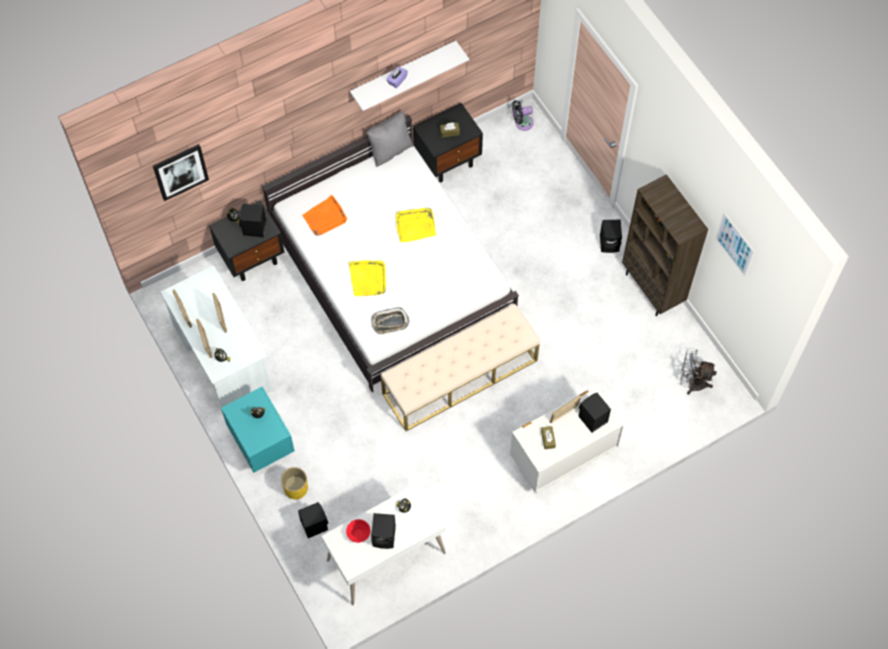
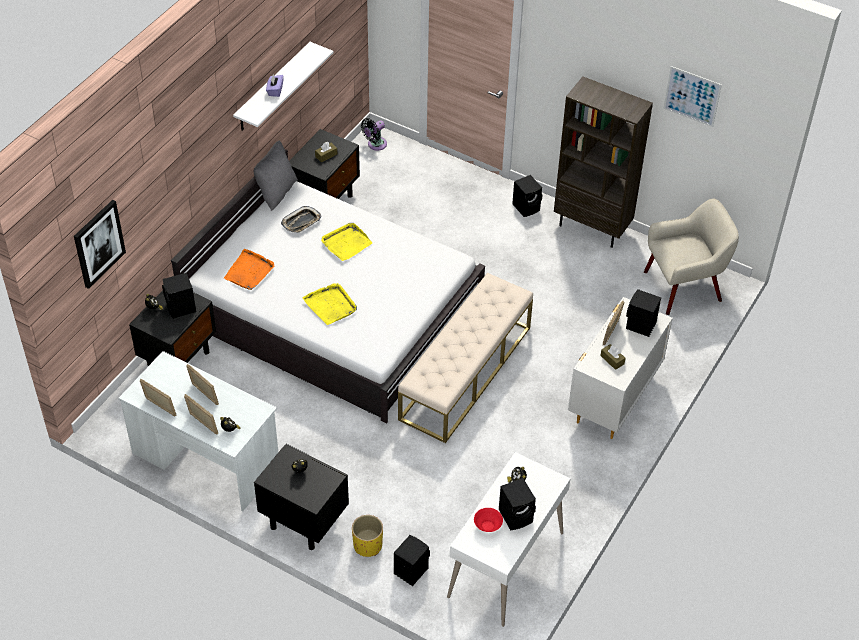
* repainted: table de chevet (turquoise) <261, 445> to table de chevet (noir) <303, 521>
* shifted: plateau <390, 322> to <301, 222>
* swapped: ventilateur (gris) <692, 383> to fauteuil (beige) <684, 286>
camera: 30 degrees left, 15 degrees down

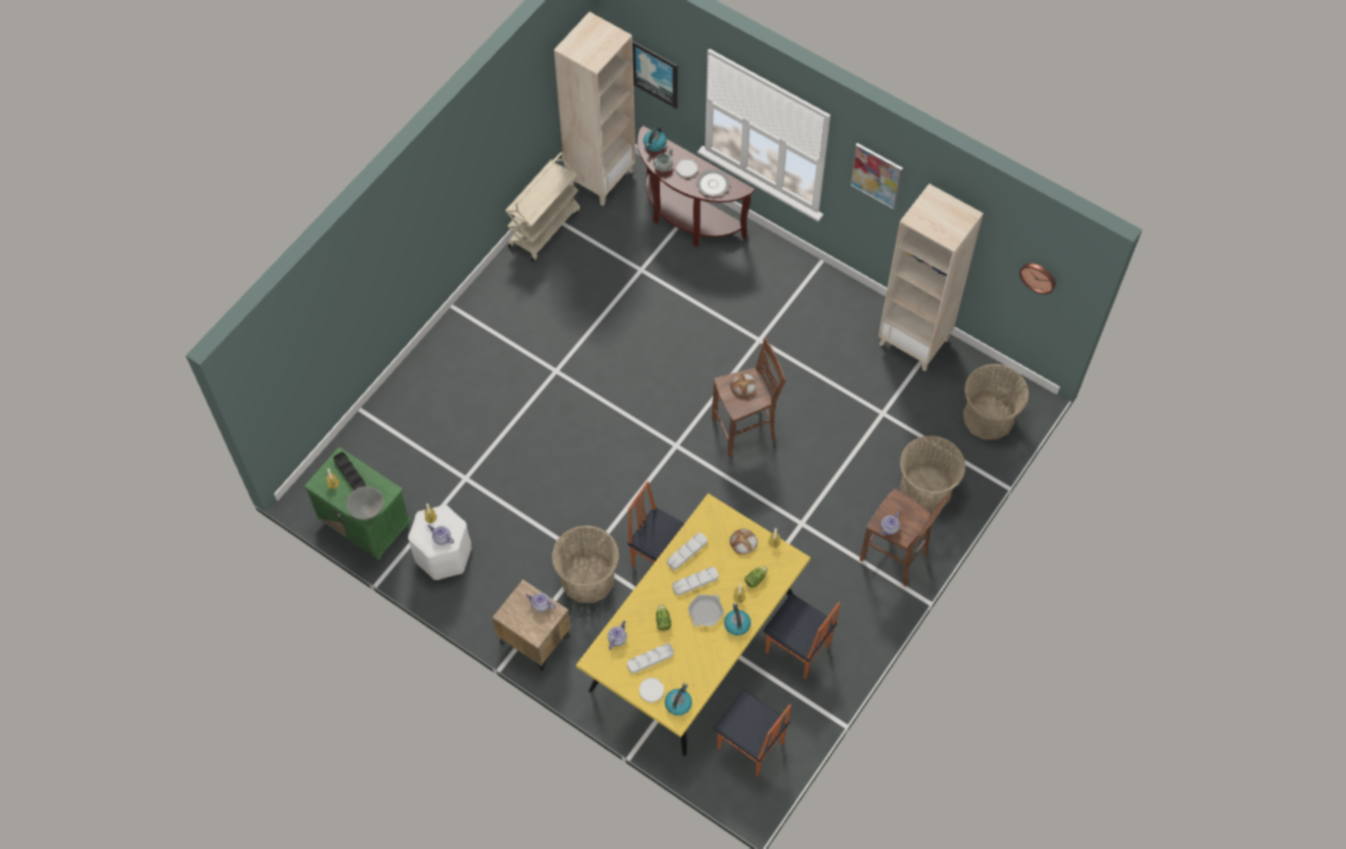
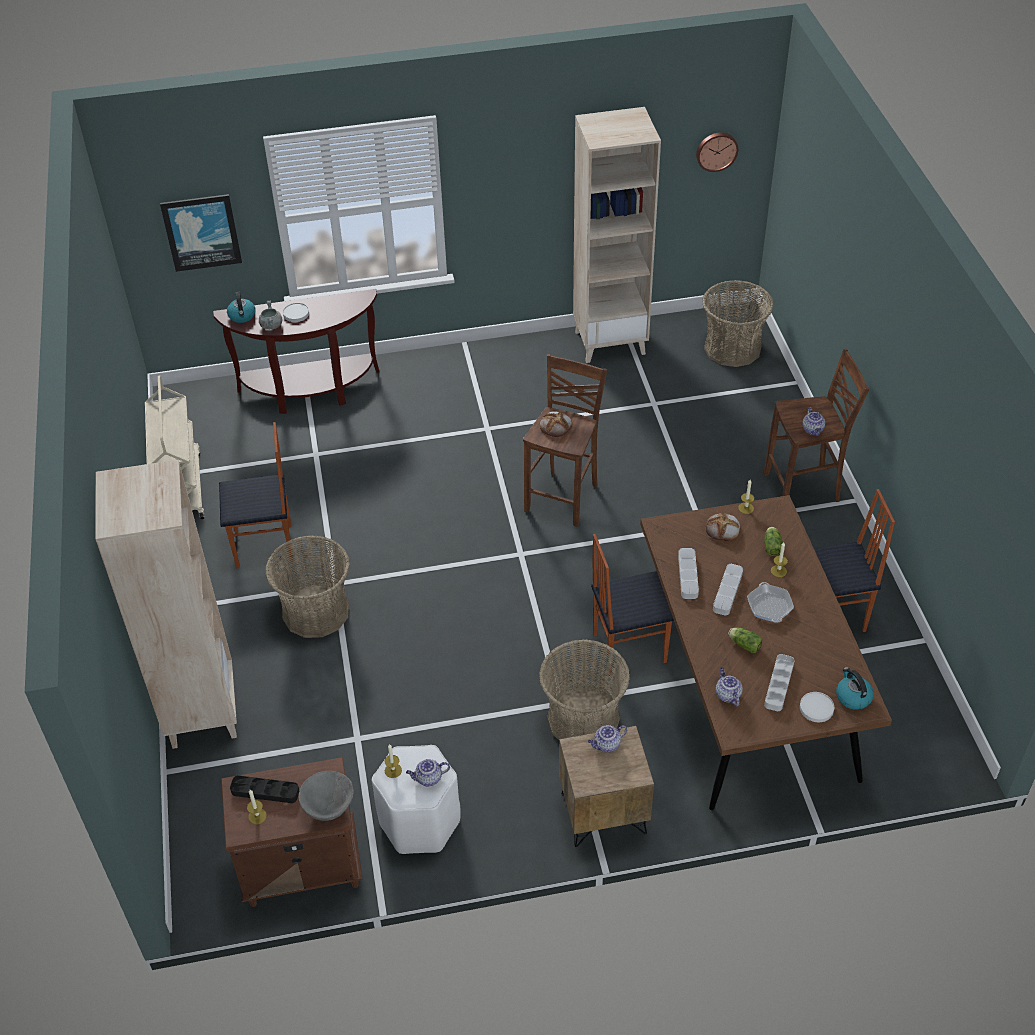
* shifted: bibliothèque (beige) <600, 178> to <202, 711>
* shifted: chaise <750, 747> to <265, 547>
* repainted: table de chevet (vert) <364, 523> to table de chevet (marron) <300, 867>
* shifted: panier <926, 488> to <315, 611>
* repainted: table à manger (jaune) <694, 644> to table à manger (marron) <745, 688>
* gone: assiette <713, 184>
* gone: bouilloire <737, 624>
* gone: tableau <876, 175>
camera: 45 degrees left, 15 degrees down

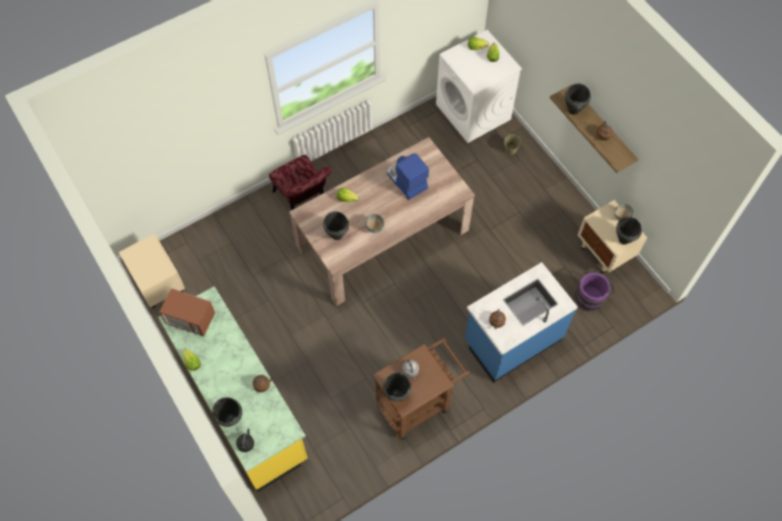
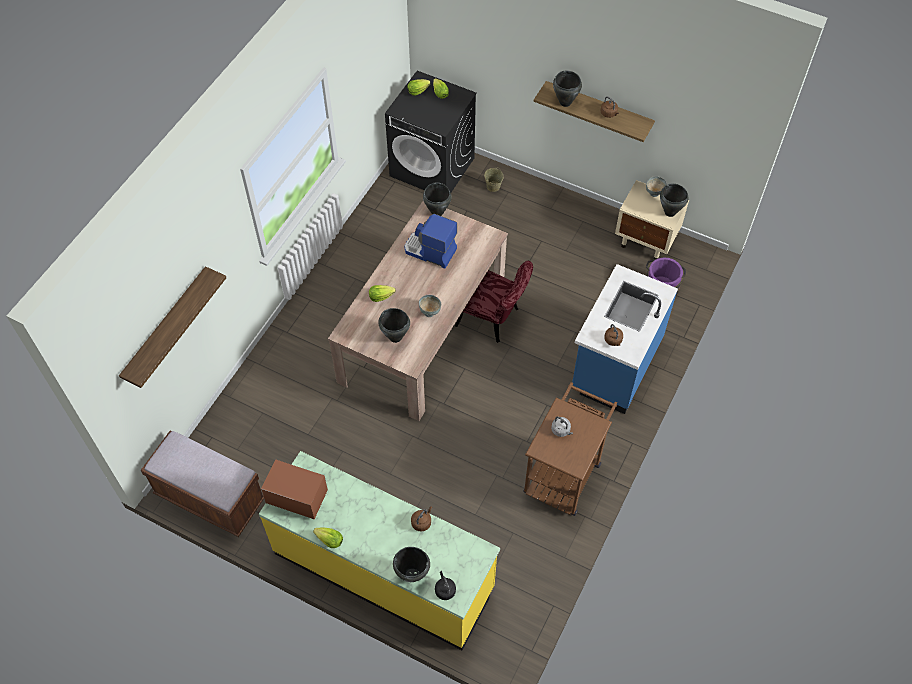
* new: étagère <166, 327>
* swapped: table de chevet (beige) <159, 285> to banc (marron) <210, 498>
* rotated: micro-ondes <190, 319> = <297, 497> 150 degrees counterclockwise
* repainted: lave-linge (blanc) <473, 112> to lave-linge (noir) <433, 167>
* shifted: marmite (noir) <396, 395> to <437, 212>
* shifted: chaise (rouge) <303, 200> to <493, 319>
camera: 30 degrees left, 5 degrees down

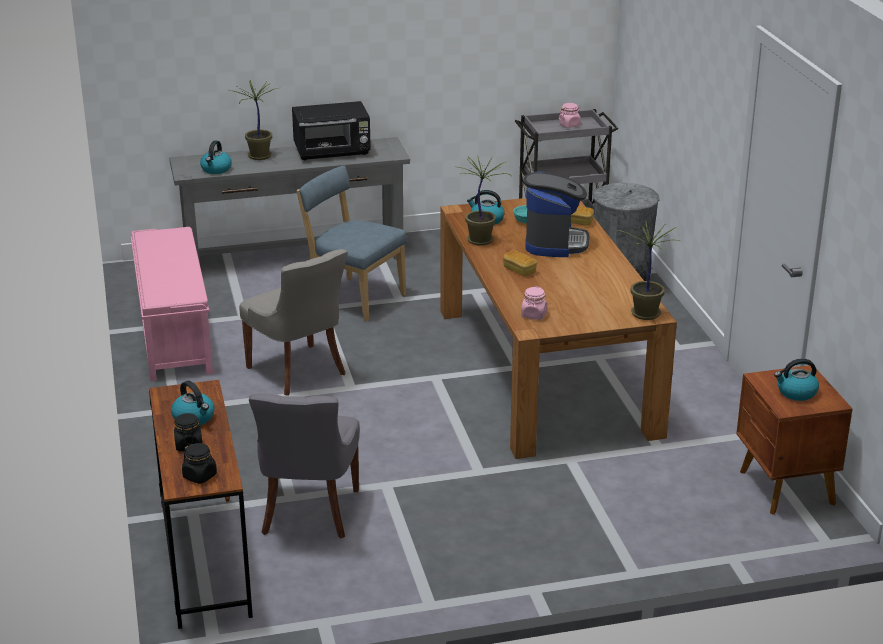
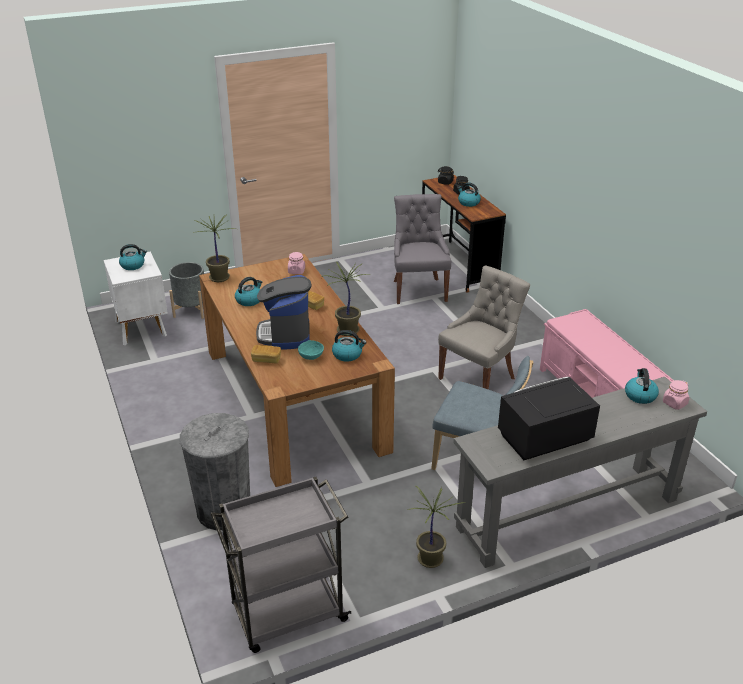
* repainted: table de chevet (marron) <785, 488> to table de chevet (blanc) <141, 328>
* new: cache-pot (gris) <191, 310>
* new: bouilloire <249, 300>
* shifted: plante en pot <259, 156> to <430, 558>
* rotated: chaise (gris) <298, 371> = <479, 378> 90 degrees clockwise
* shifted: bocal (rose) <569, 125> to <674, 403>
camera: 170 degrees right, 5 degrees up

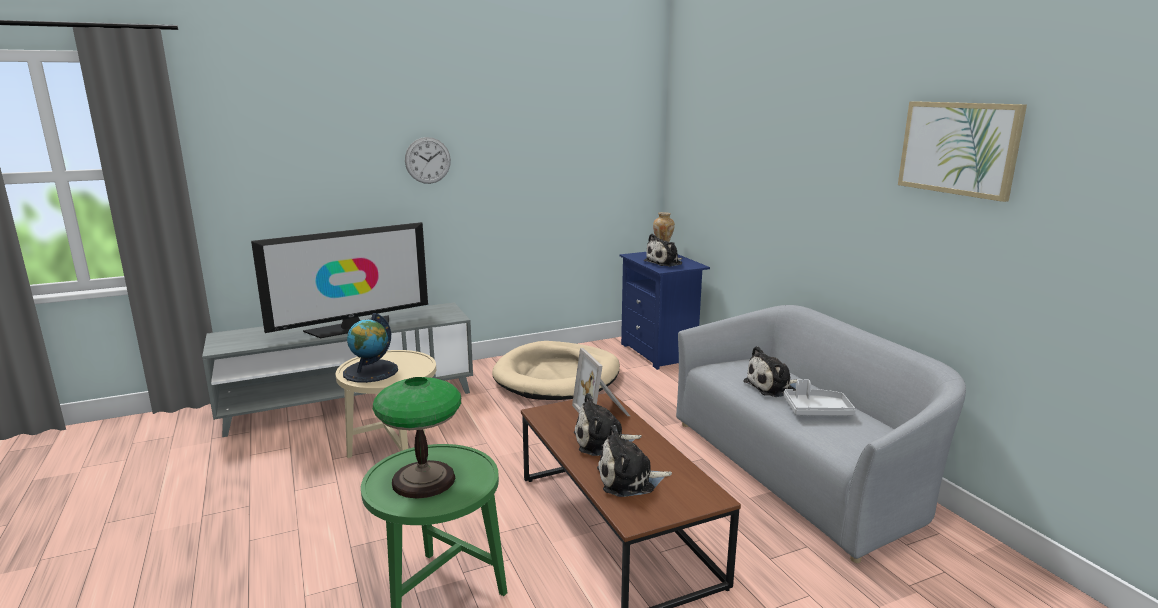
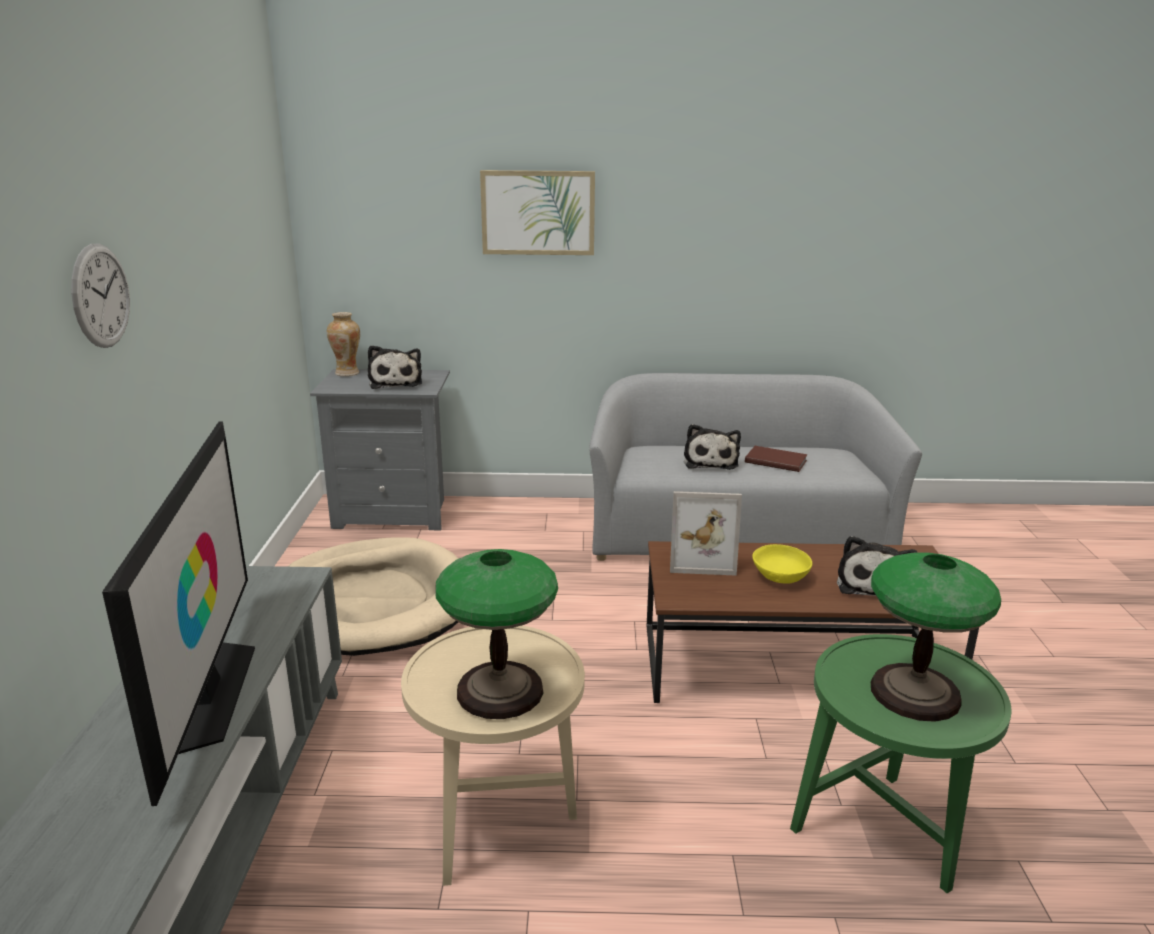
* repainted: table de chevet (bleu) <660, 352> to table de chevet (gris) <394, 513>
* swapped: globe <370, 371> to lampe de table <501, 691>
* shifted: tableau <958, 148> to <538, 212>
* swapped: plateau (gris) <816, 410> to livre (marron) <775, 461>
* swapped: peluche <603, 442> to bol (jaune) <781, 577>
camera: 65 degrees left, 5 degrees up

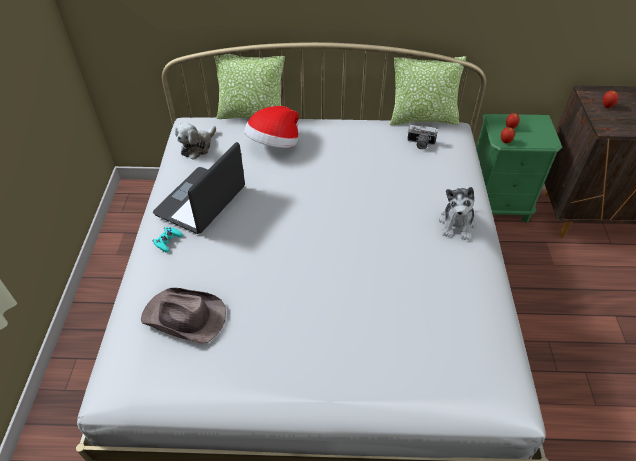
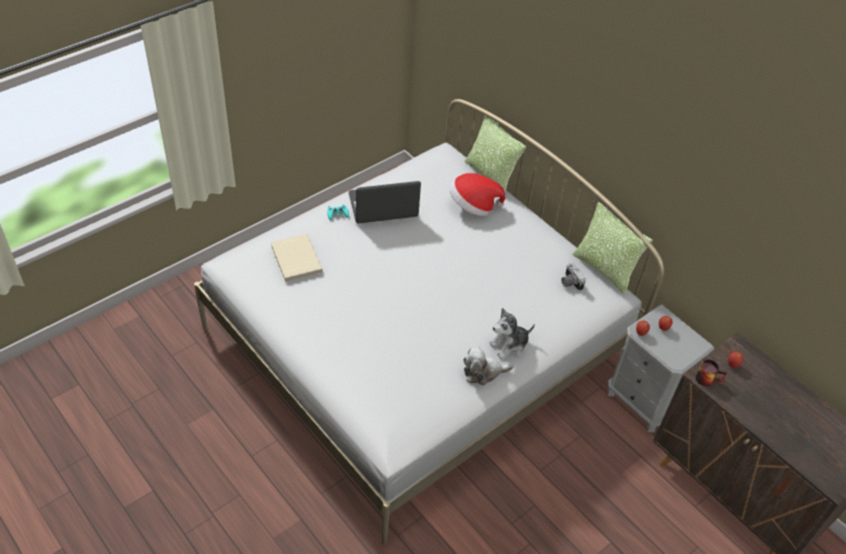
* swapped: chapeau (marron) <185, 318> to livre (beige) <295, 259>
* shifted: peluche <197, 146> to <483, 372>
* repainted: table de chevet (vert) <496, 206> to table de chevet (gris) <644, 401>
* new: mug <707, 378>
camera: 45 degrees right, 0 degrees up

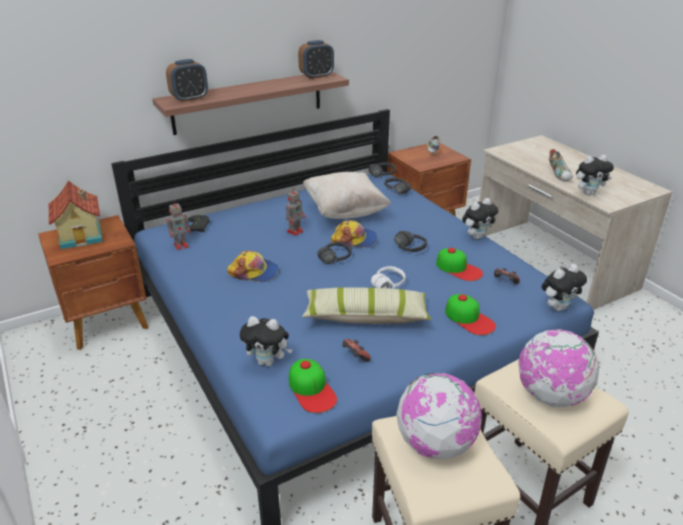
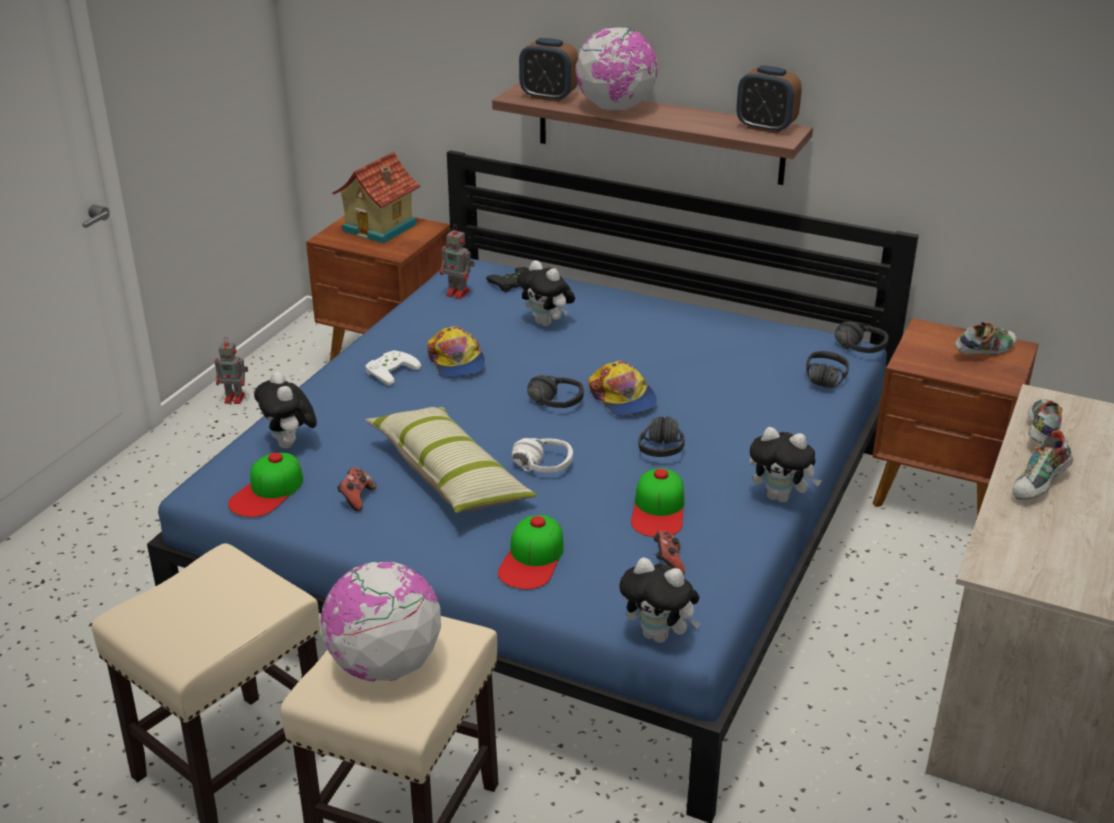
* shifted: robot jouet <295, 231> to <236, 398>
* new: manette (blanc) <390, 370>
* shifted: peluche <589, 193> to <547, 323>
* shifted: globe <436, 444> to <615, 108>
* new: chaussure <1039, 433>
* gone: coussin (beige) <345, 211>
camera: 55 degrees right, 0 degrees up

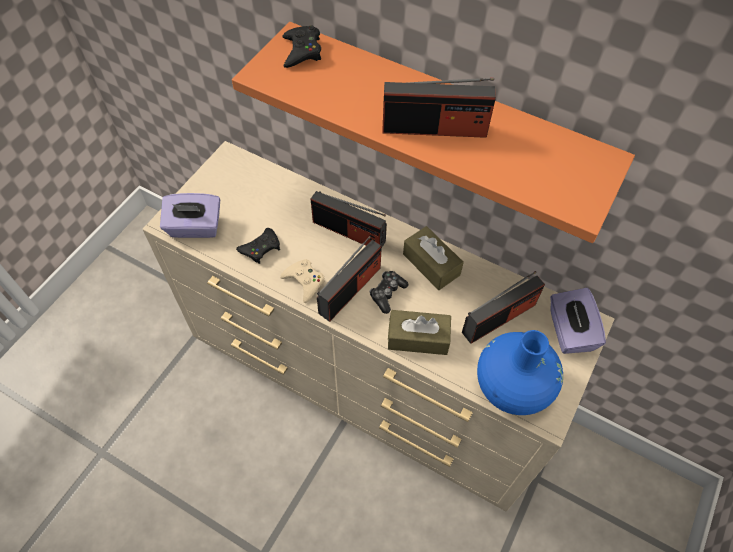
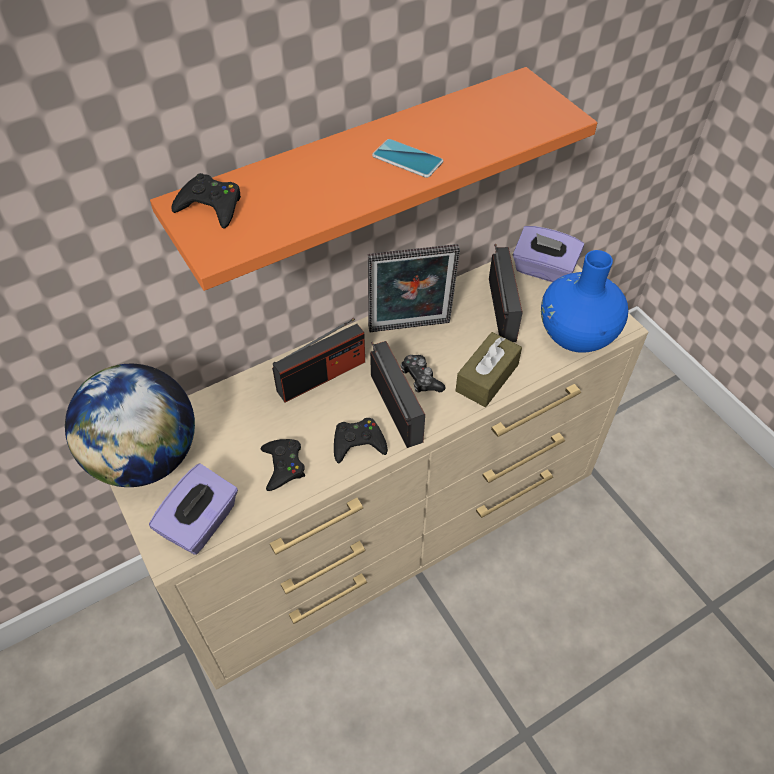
* new: globe <146, 457>
* repainted: manette (beige) <304, 282> to manette (noir) <358, 443>
* swapped: boîte à mouchoirs (marron) <431, 264> to cadre photo <410, 329>
* swapped: radio <434, 128> to téléphone <407, 159>
camera: 60 degrees left, 5 degrees down

